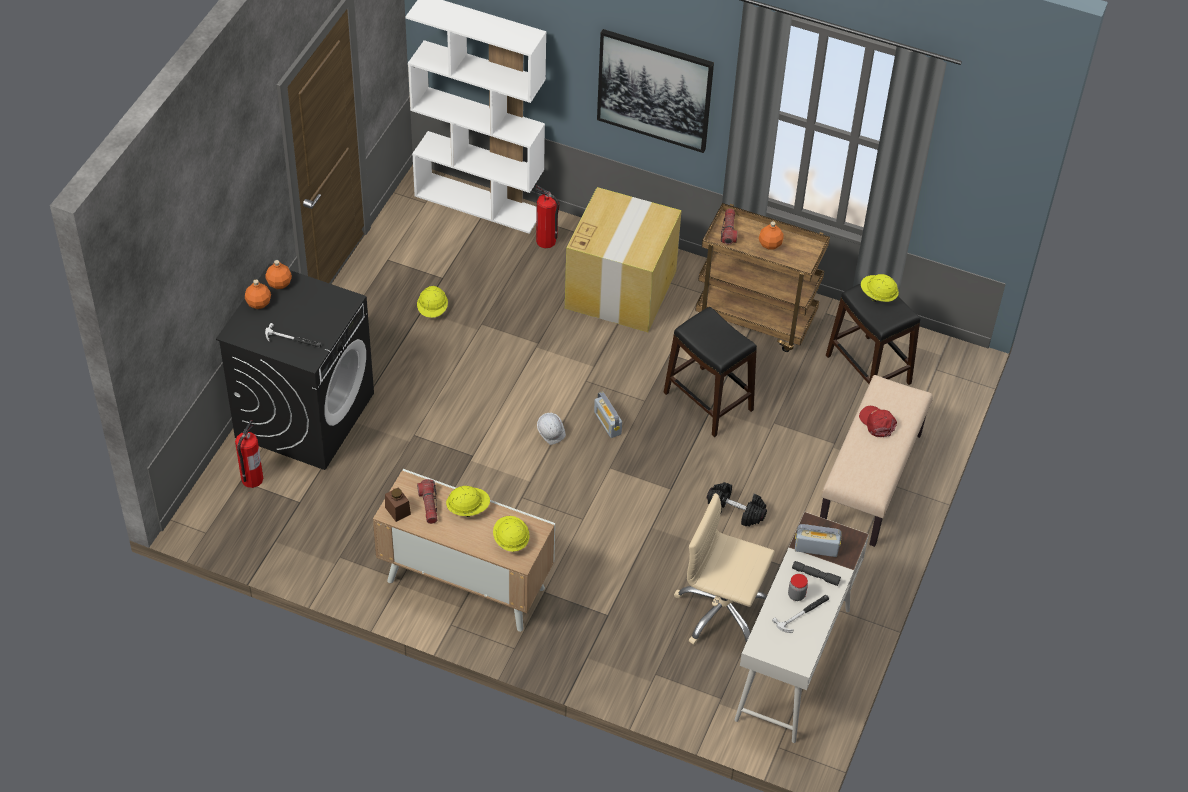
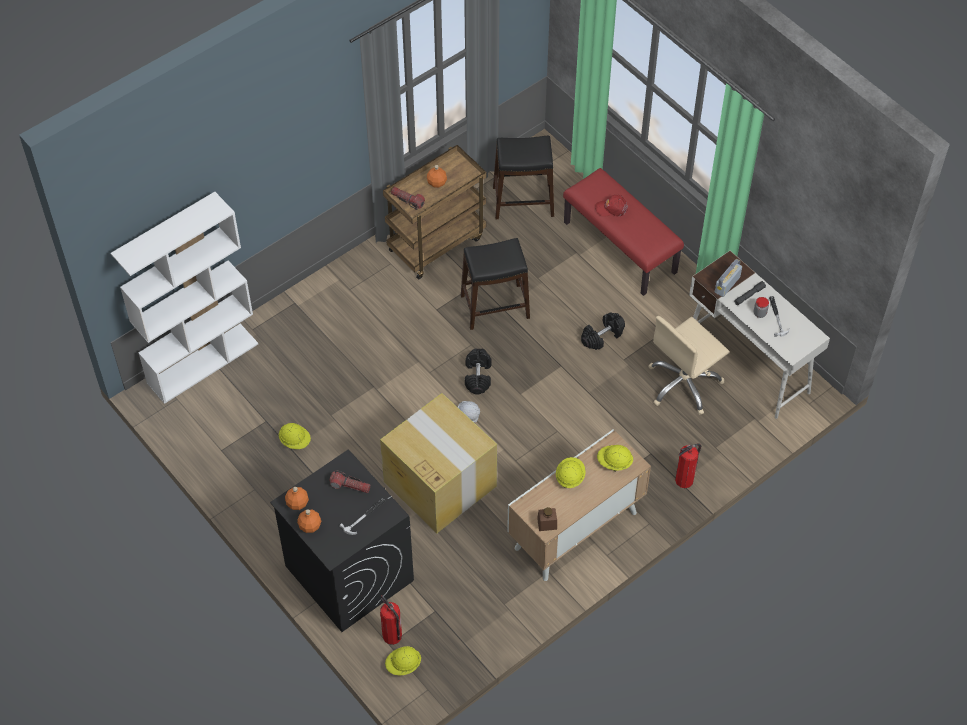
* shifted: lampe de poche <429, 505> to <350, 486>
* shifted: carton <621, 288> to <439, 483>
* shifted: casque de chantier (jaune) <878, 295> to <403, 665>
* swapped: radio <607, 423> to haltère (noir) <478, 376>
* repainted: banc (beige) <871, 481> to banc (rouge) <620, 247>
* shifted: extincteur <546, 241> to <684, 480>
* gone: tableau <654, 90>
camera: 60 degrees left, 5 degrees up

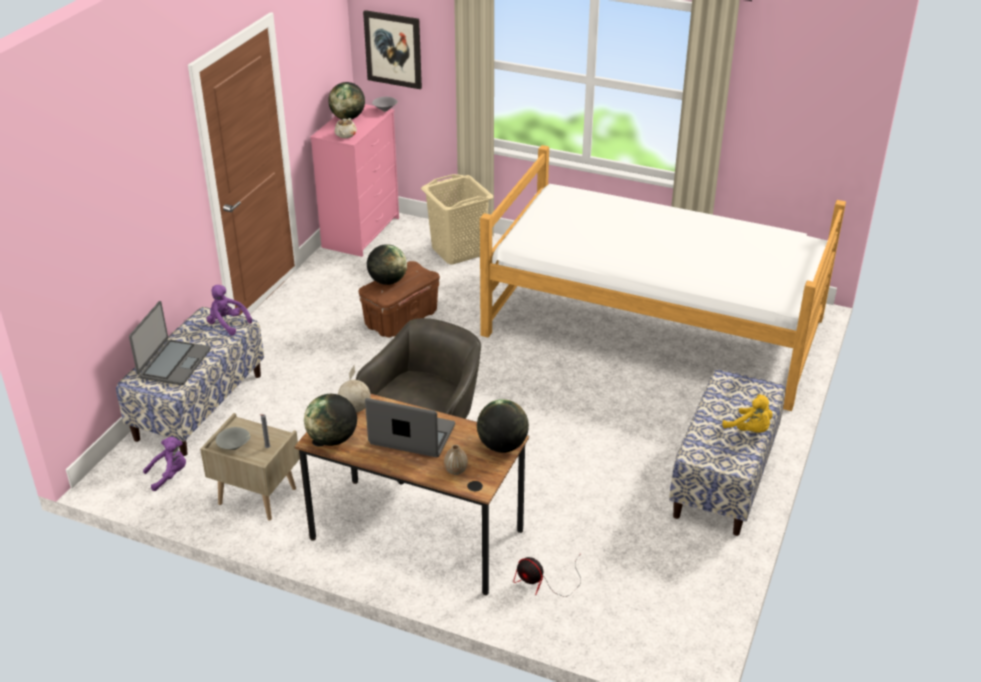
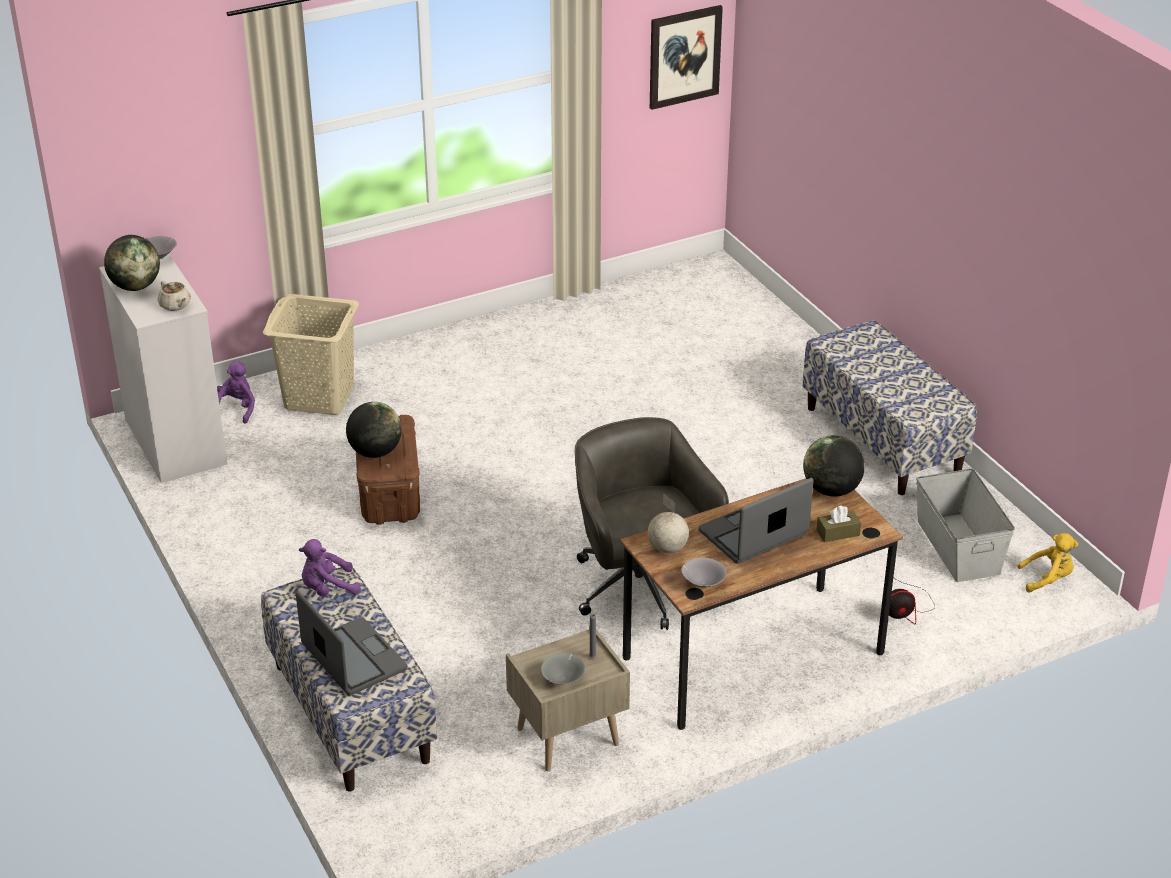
* repainted: commode (rose) <361, 232> to commode (blanc) <174, 441>
* shifted: peluche (violet) <169, 475> to <237, 409>
* shifted: tableau <393, 49> to <684, 56>
* swapped: globe <332, 439> to bol (gris) <702, 584>
* swapped: vase <456, 471> to boîte à mouchoirs (marron) <838, 533>
* new: boîte de rangement (gris) <958, 546>
* shifted: peluche (jaune) <750, 430> to <1048, 579>
* gone: lit <653, 327>
camera: 50 degrees left, 0 degrees up

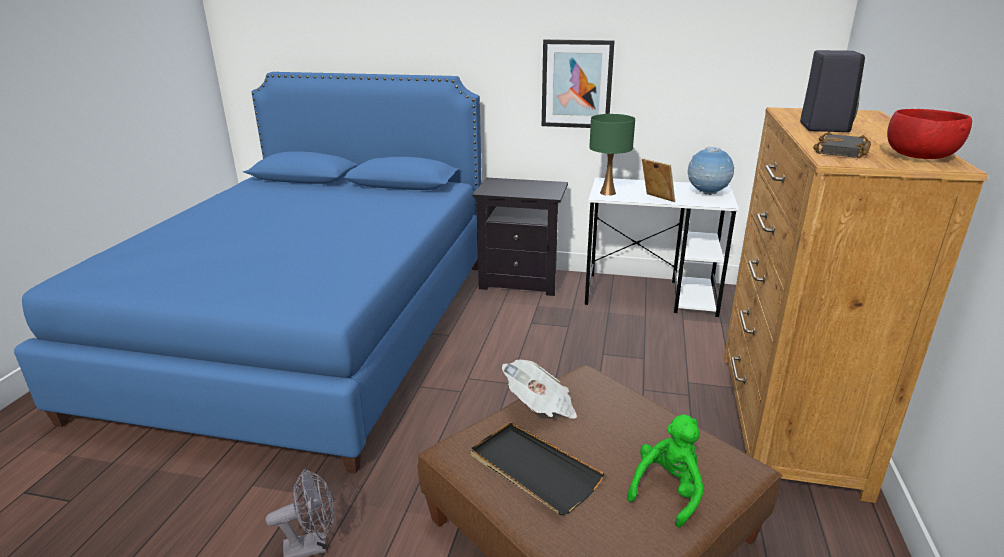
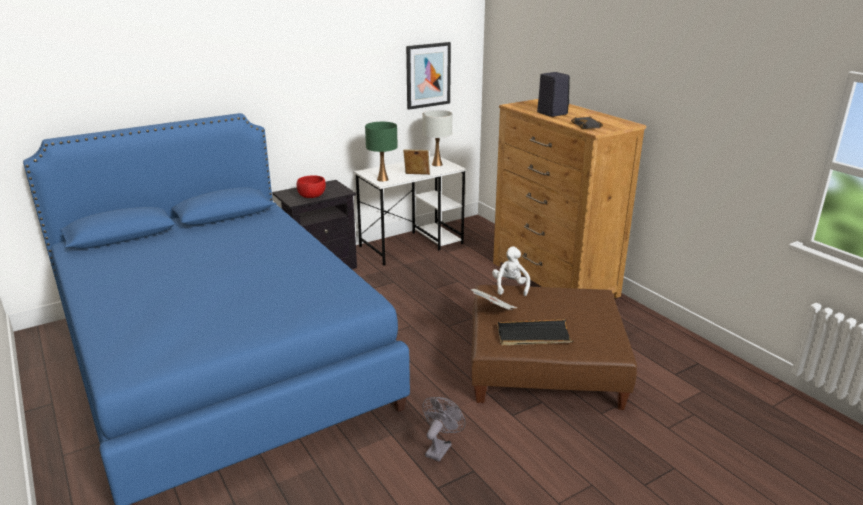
* shifted: bol (rouge) <919, 157> to <311, 196>
* shifted: tableau <576, 84> to <428, 75>
* swapped: globe <707, 194> to lampe de table (blanc) <437, 164>
* new: peluche (blanc) <510, 287>
* gone: peluche (vert) <668, 491>
camera: 45 degrees left, 0 degrees up

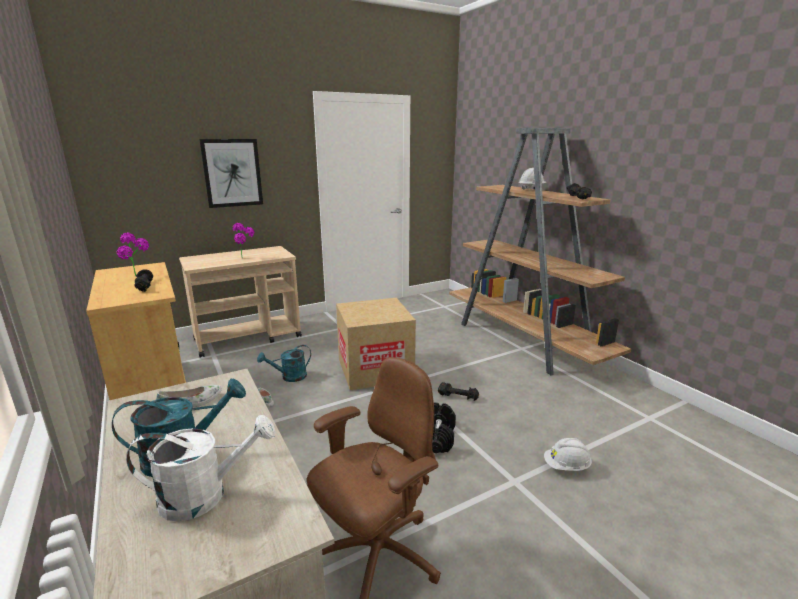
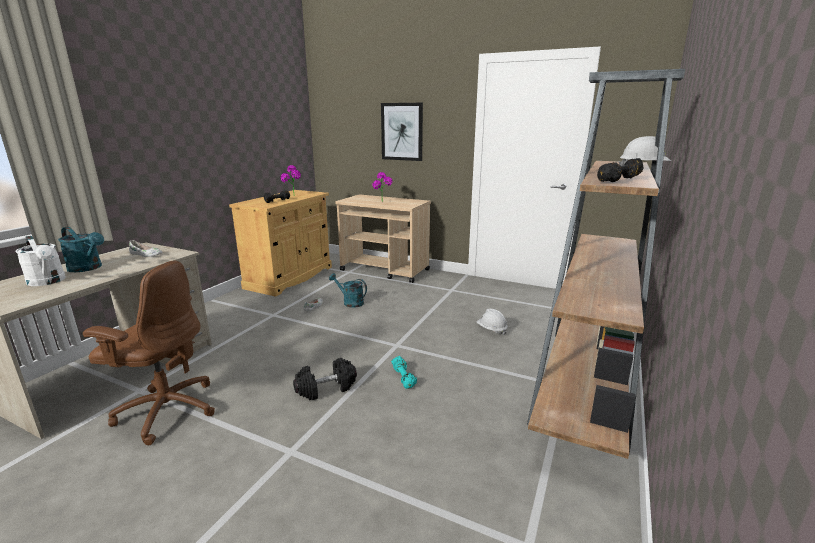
* repainted: haltère (noir) <458, 397> to haltère (turquoise) <404, 378>
* shifted: casque de chantier (blanc) <566, 466> to <491, 330>
* gone: carton <375, 369>
camera: 55 degrees right, 0 degrees up

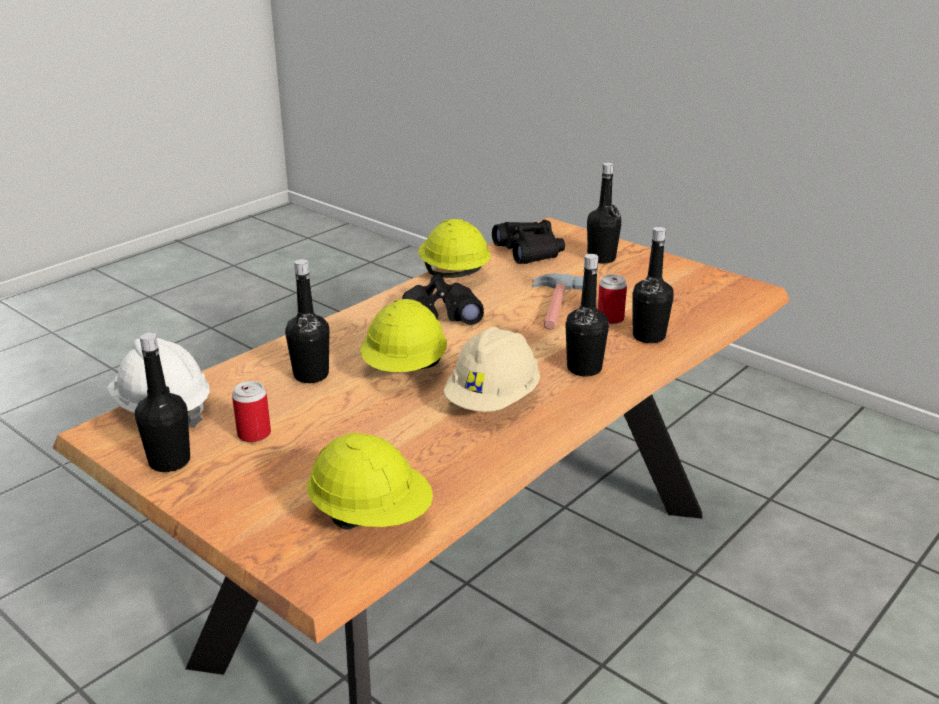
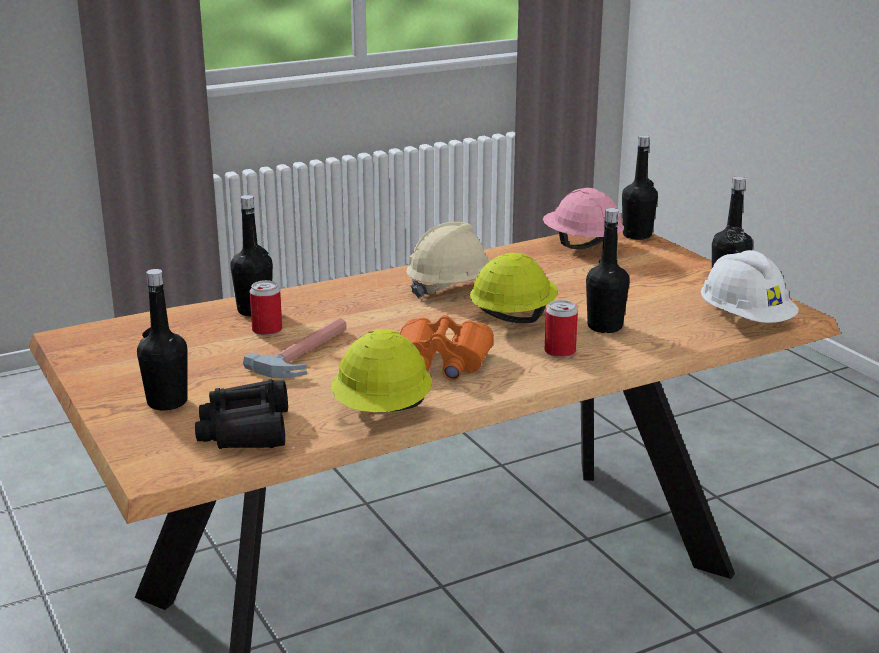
* repainted: jumelles (noir) <440, 315> to jumelles (orange) <442, 362>
* repainted: casque de chantier (jaune) <371, 517> to casque de chantier (rose) <581, 245>
* shifted: boîte métallique <254, 434> to <560, 352>
* shifted: bouteille (noir) <584, 368> to <637, 235>
camera: 160 degrees left, 5 degrees down

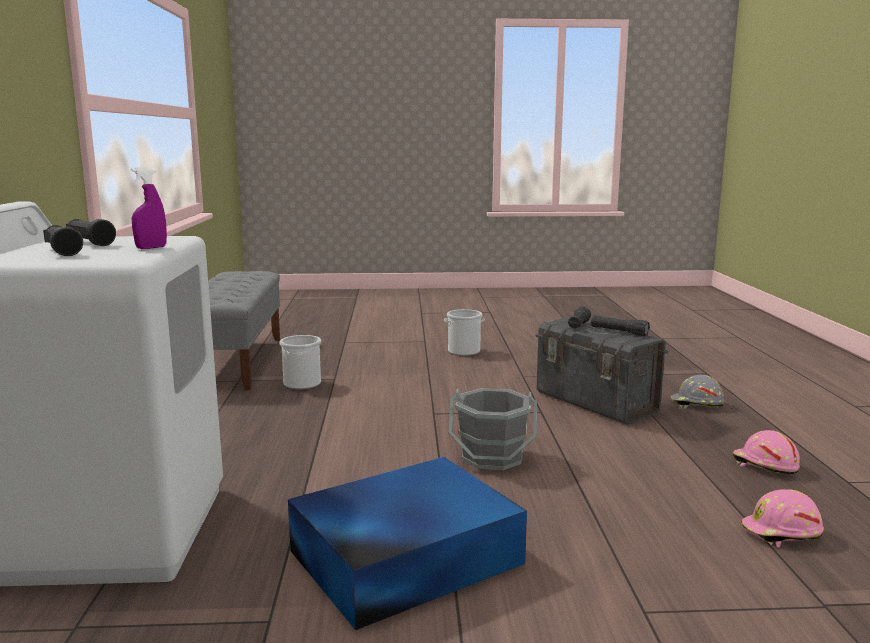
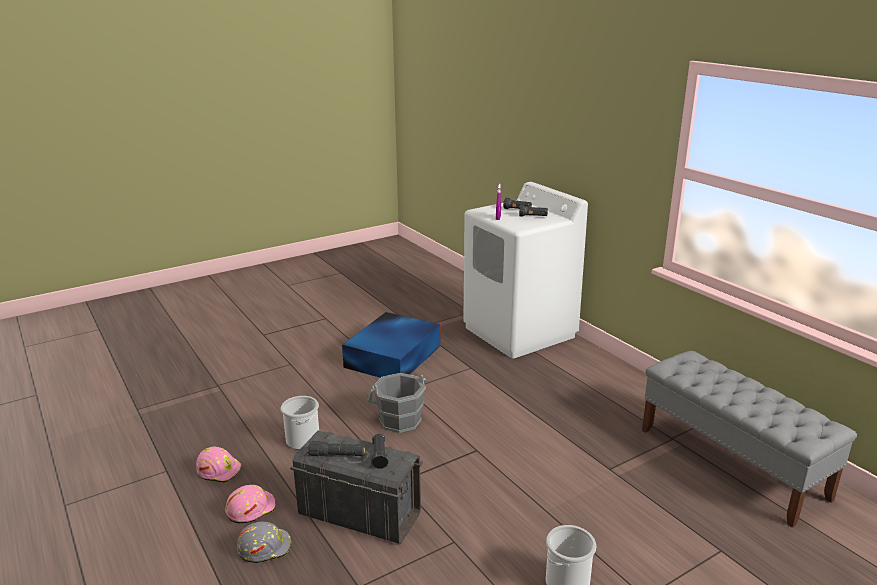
* shifted: casque de chantier (rose) <781, 533> to <251, 509>
* shifted: seau <302, 383> to <303, 440>
camera: 150 degrees right, 10 degrees up

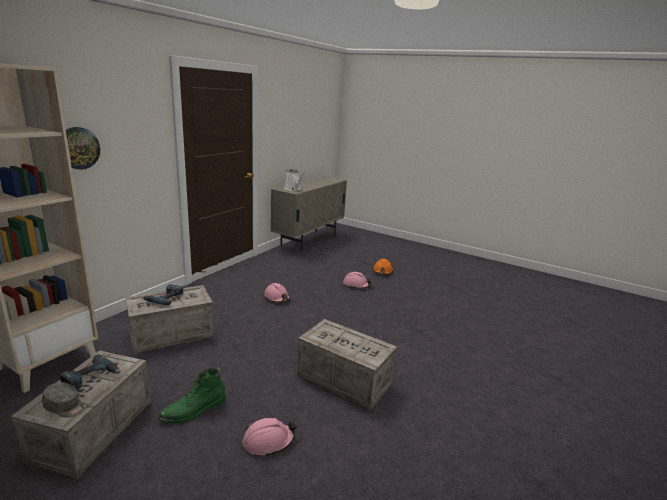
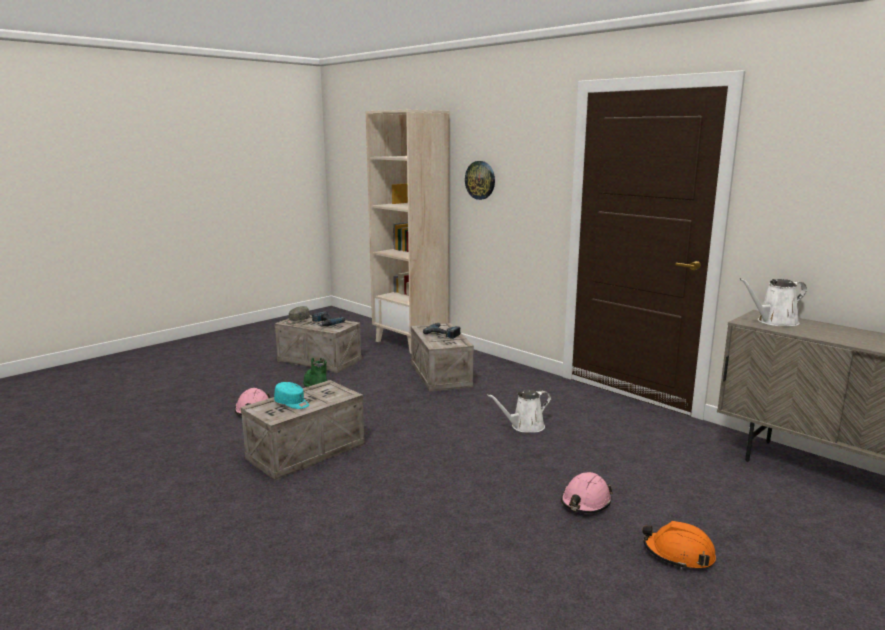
* new: casquette (turquoise) <292, 403>
* swapped: casque de chantier (rose) <277, 298> to arrosoir (blanc) <524, 427>
camera: 105 degrees right, 5 degrees down

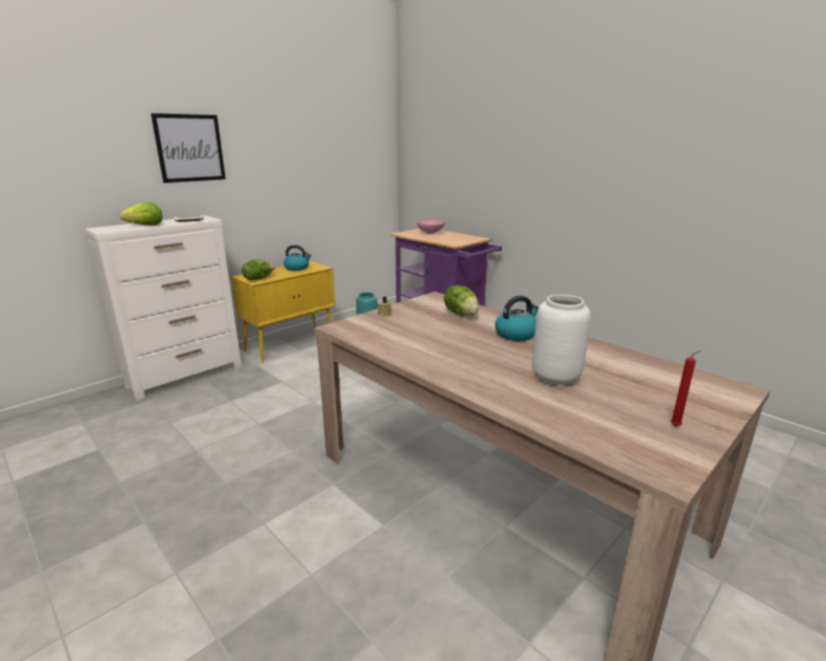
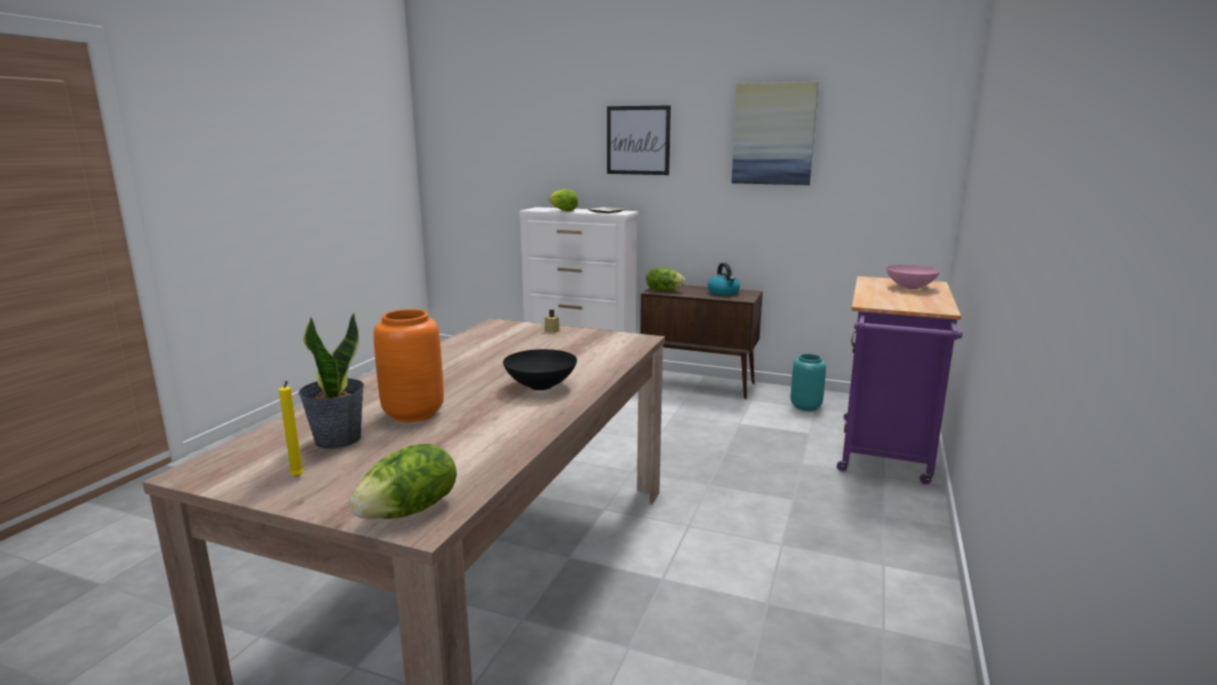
* repainted: bougie (rouge) <676, 426> to bougie (jaune) <298, 478>
* new: plante en pot <337, 439>
* shifted: laitue <461, 314> to <410, 511>
* repainted: vase (blanc) <556, 377> to vase (orange) <415, 414>
* swapped: bouilloire <516, 334> to bol (noir) <541, 386>
* repainted: meuble de rangement (jaune) <291, 344> to meuble de rangement (marron) <699, 384>
* new: tableau <773, 134>
camera: 65 degrees right, 5 degrees down

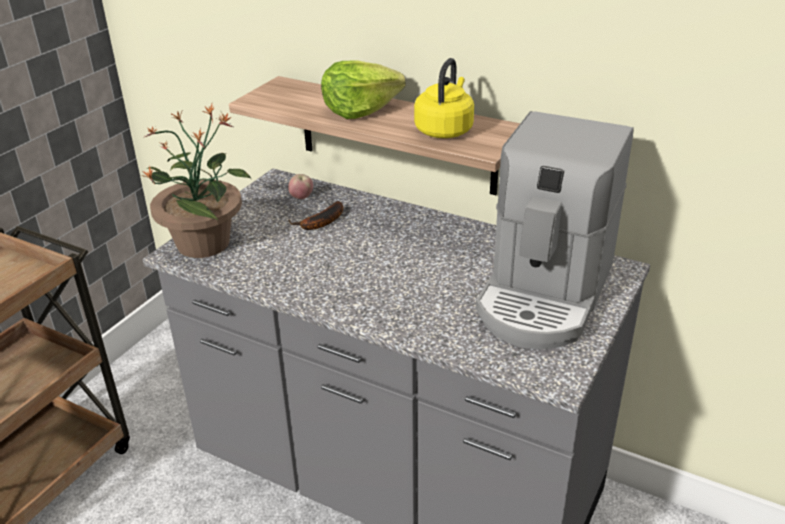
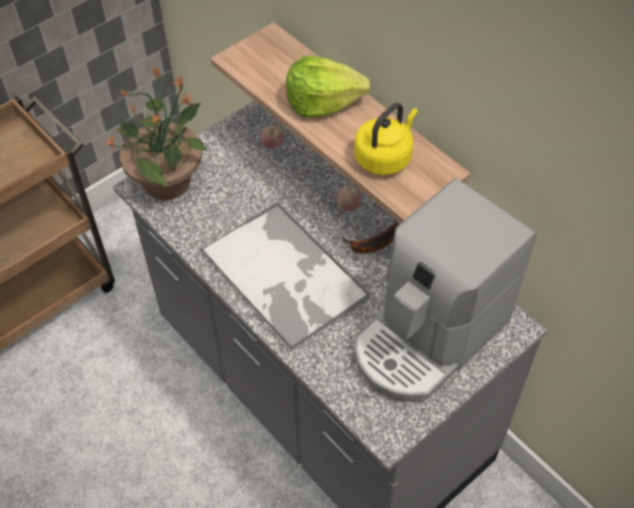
* new: plateau <285, 276>
* new: pomme <348, 206>
* shifted: banane <320, 223> to <372, 244>
camera: 20 degrees right, 20 degrees up

